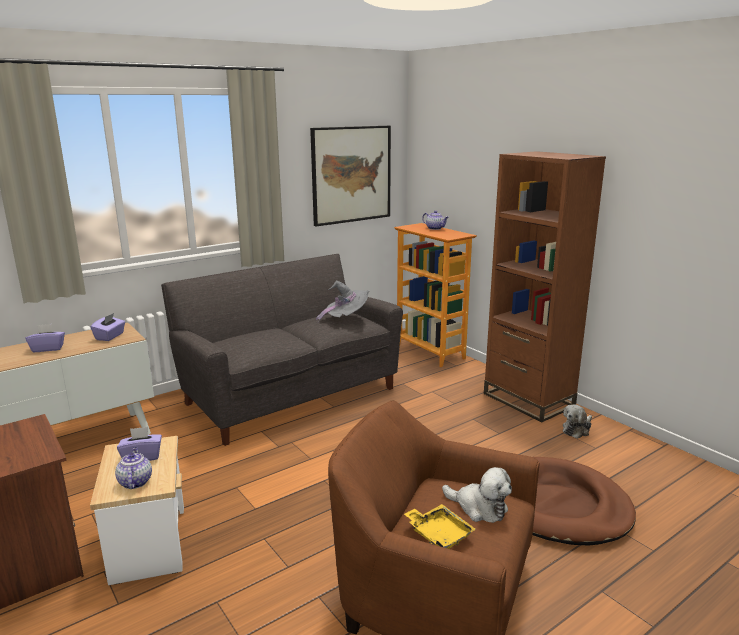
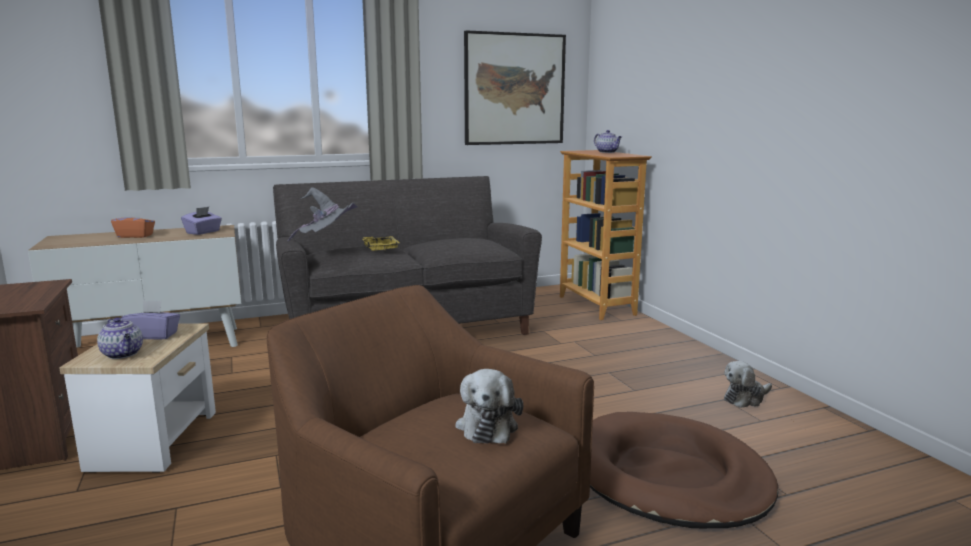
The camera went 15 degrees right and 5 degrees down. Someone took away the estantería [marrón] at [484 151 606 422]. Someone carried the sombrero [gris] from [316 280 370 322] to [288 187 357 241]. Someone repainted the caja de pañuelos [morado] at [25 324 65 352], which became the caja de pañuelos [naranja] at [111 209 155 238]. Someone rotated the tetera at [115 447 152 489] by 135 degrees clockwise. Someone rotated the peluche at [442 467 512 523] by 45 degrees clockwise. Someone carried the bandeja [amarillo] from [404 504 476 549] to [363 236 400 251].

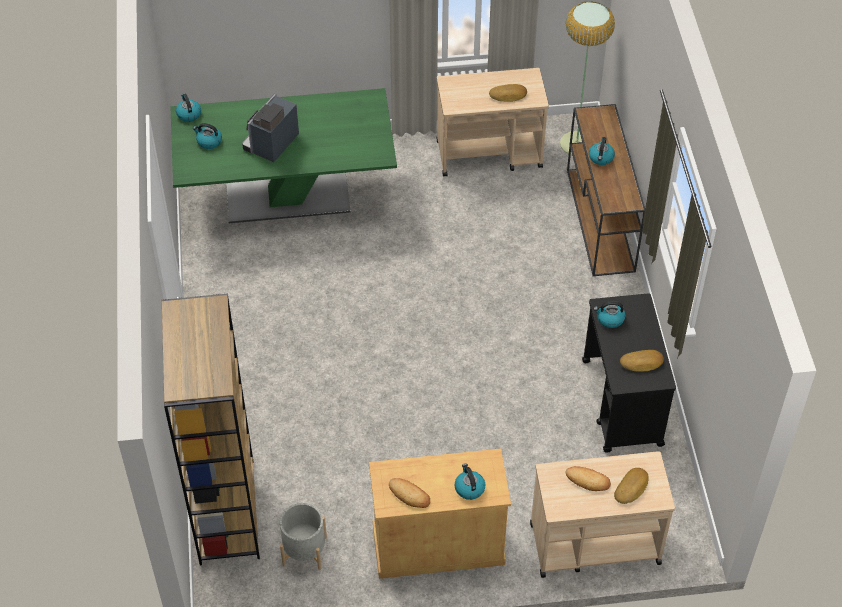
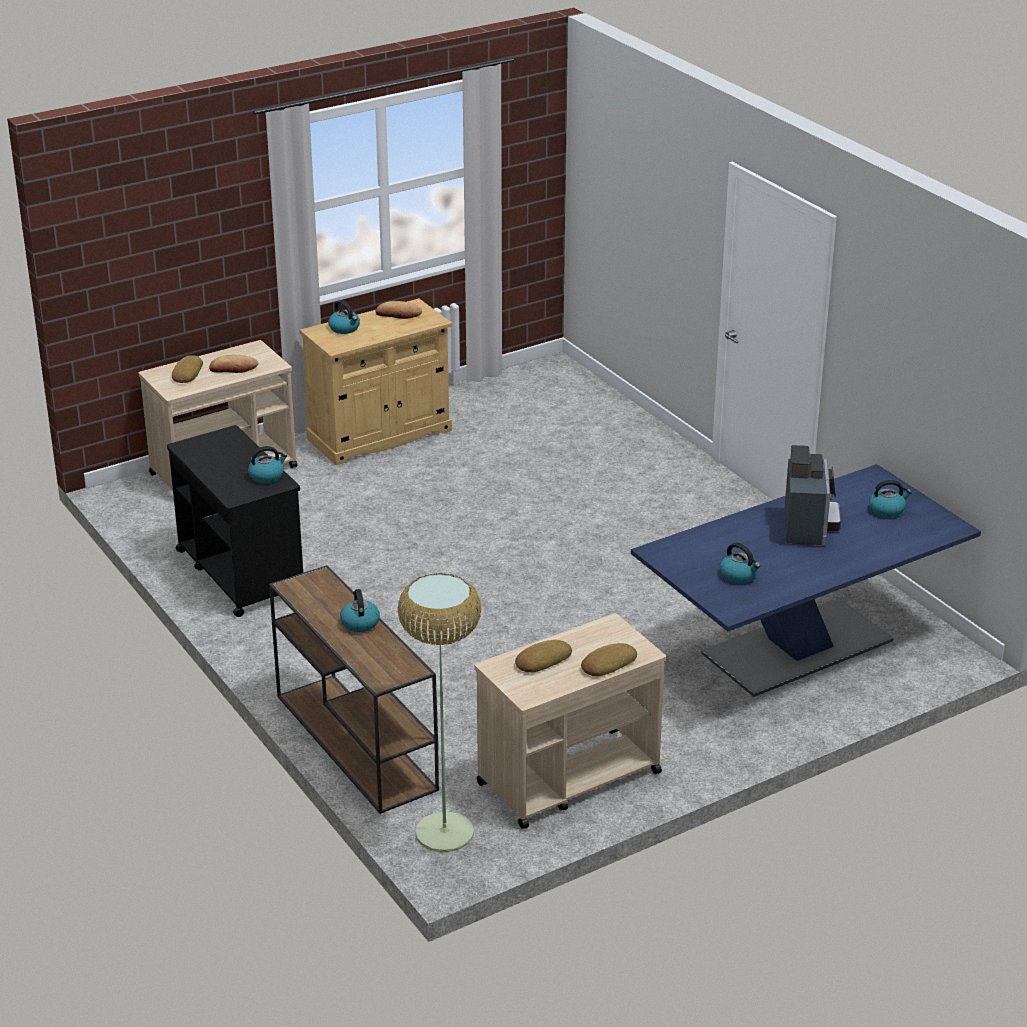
The camera went 155 degrees right and 20 degrees down. Someone repainted the mesa de comedor [verde] at [170 88 397 223], which became the mesa de comedor [azul] at [631 464 981 697]. Someone carried the hervidor from [176 94 201 122] to [720 543 760 583]. Someone took away the estantería [marrón] at [162 294 260 565]. Someone carried the pan from [620 350 664 372] to [581 643 637 676]. Someone took away the maceta [gris] at [280 503 327 570].

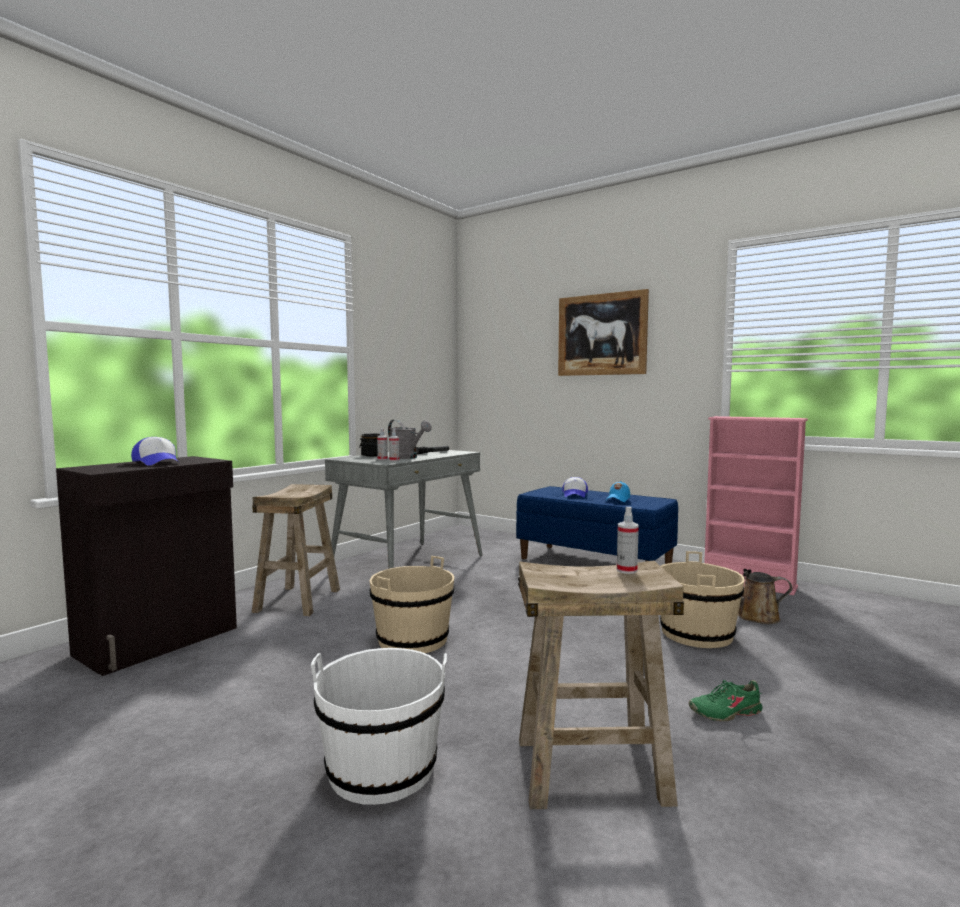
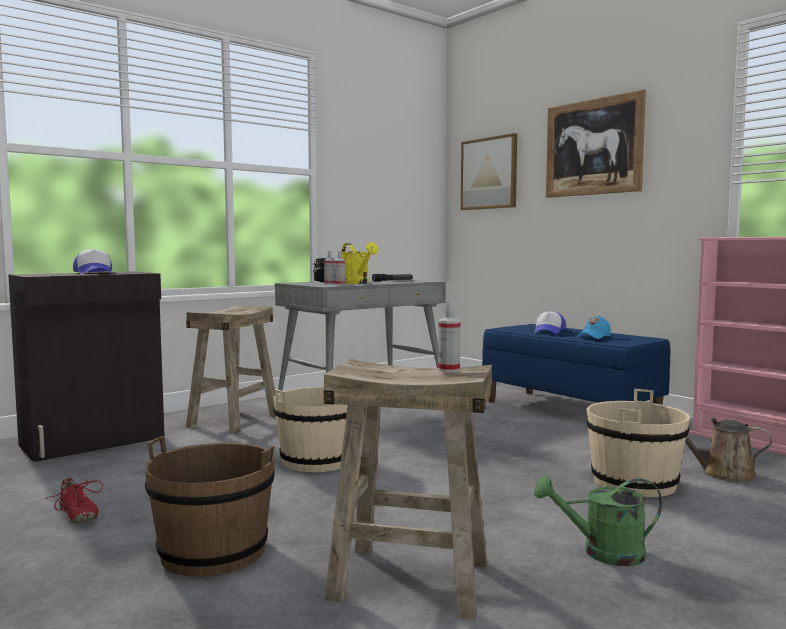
The camera went 15 degrees right and 0 degrees up. Someone repainted the regadera [gris] at [388 420 432 459], which became the regadera [amarillo] at [341 242 378 284]. Someone repainted the cubo [blanco] at [311 648 447 805], which became the cubo [marrón] at [145 436 275 577]. Someone swapped the zapato [verde] at [689 680 762 721] for the regadera [verde] at [534 476 662 566]. Someone put up the cuadro at [461 133 517 210]. Someone put down the zapato [rojo] at [45 477 103 523].

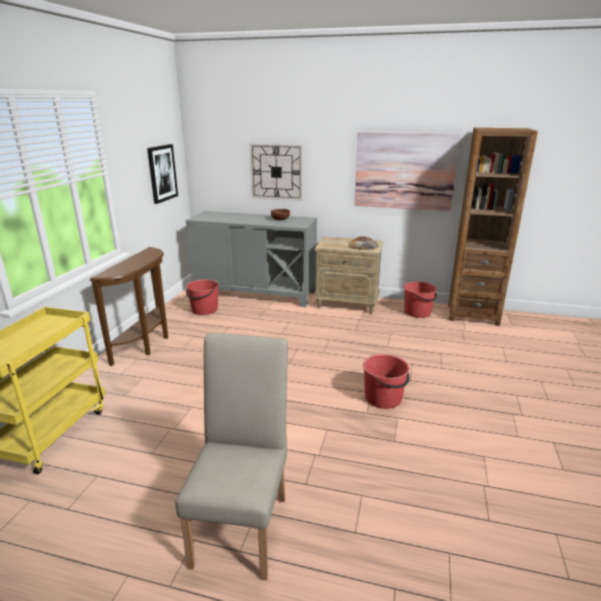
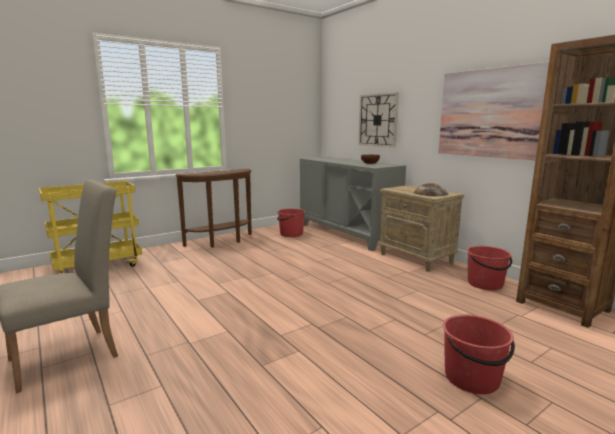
The camera went 40 degrees right and 10 degrees down. Someone took away the cuadro at [147 144 178 204]. Someone carried the cubo [rojo] from [363 354 409 409] to [443 314 515 394].

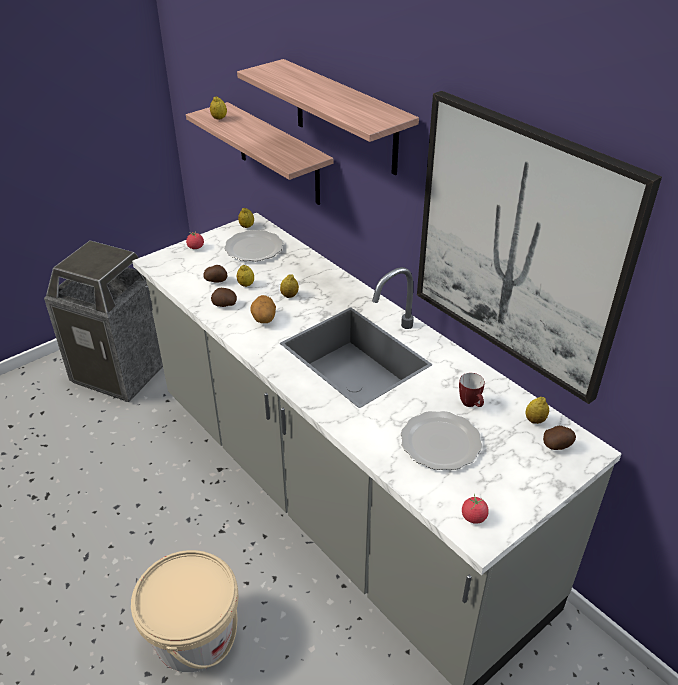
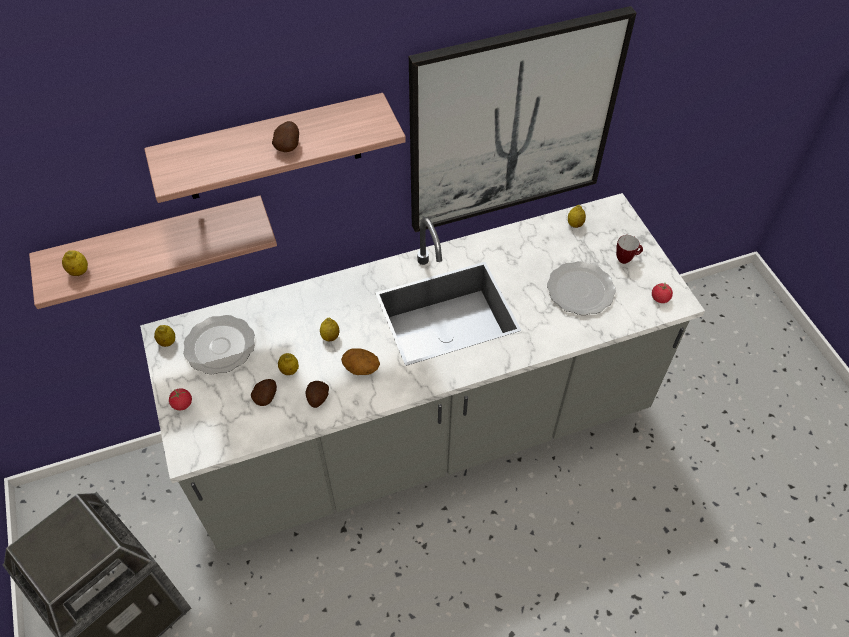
The camera went 70 degrees left and 15 degrees up. Someone carried the taza grande from [459 373 485 407] to [616 235 643 264]. Someone carried the patata from [543 426 576 450] to [272 121 299 152]. Someone took away the cubo [beis] at [131 550 239 673].

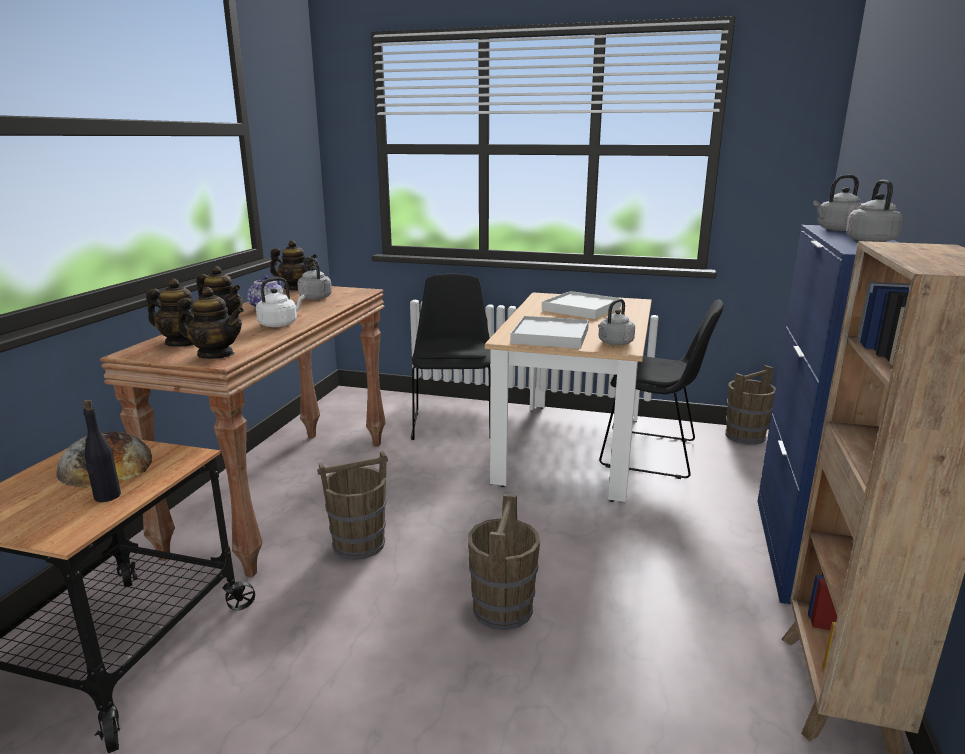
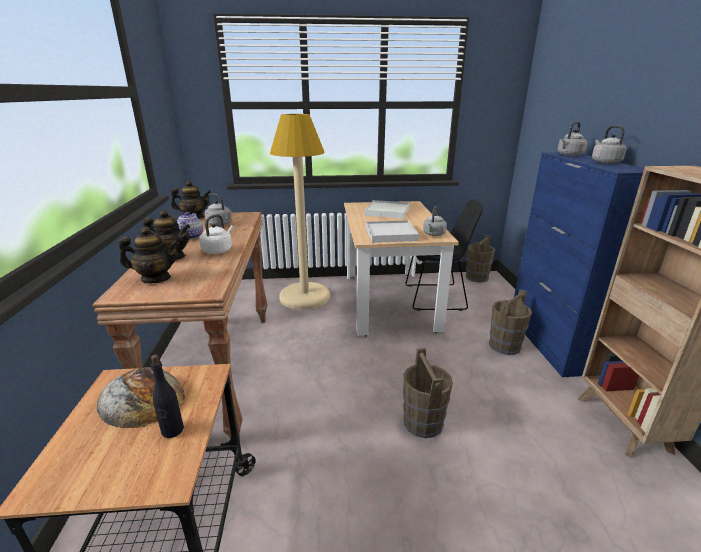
The camera went 20 degrees left and 5 degrees up. Someone swapped the silla [negro] at [411 274 491 440] for the lámpara de pie [beis] at [270 114 330 310]. Someone took away the tetera at [177 287 244 359]. Someone carried the cubo [marrón] from [317 451 388 560] to [489 289 532 355].

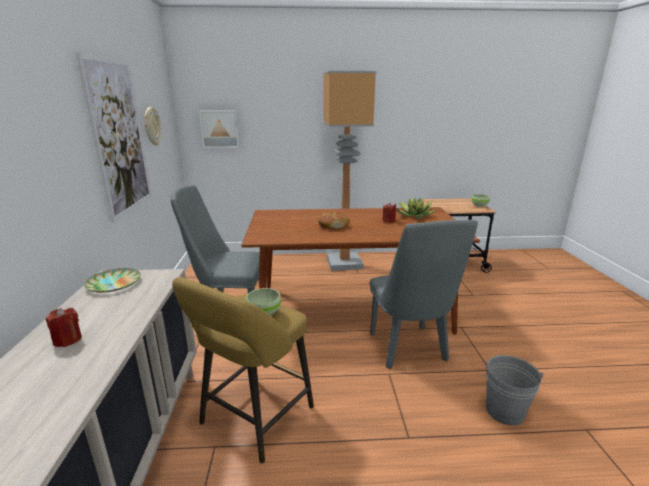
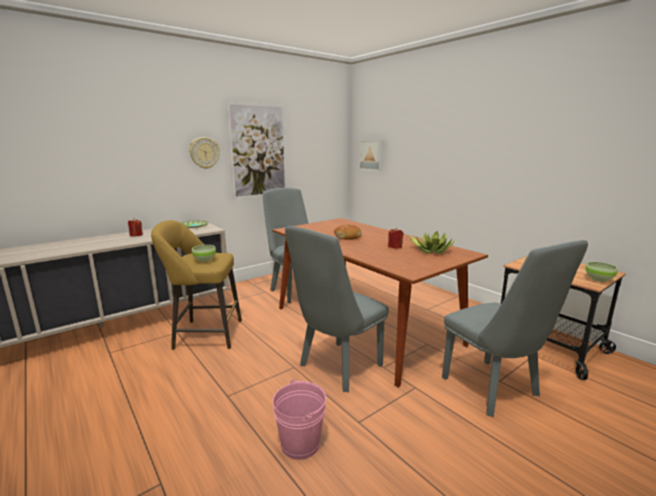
The camera went 55 degrees right and 5 degrees down. Someone took away the lámpara de pie at [323 71 376 271]. Someone carried the reloj de pared from [144 107 162 146] to [189 137 220 169]. Someone repainted the cubo [gris] at [484 355 544 426], which became the cubo [rosa] at [273 379 326 460]. Someone put down the silla [gris] at [442 240 588 417].

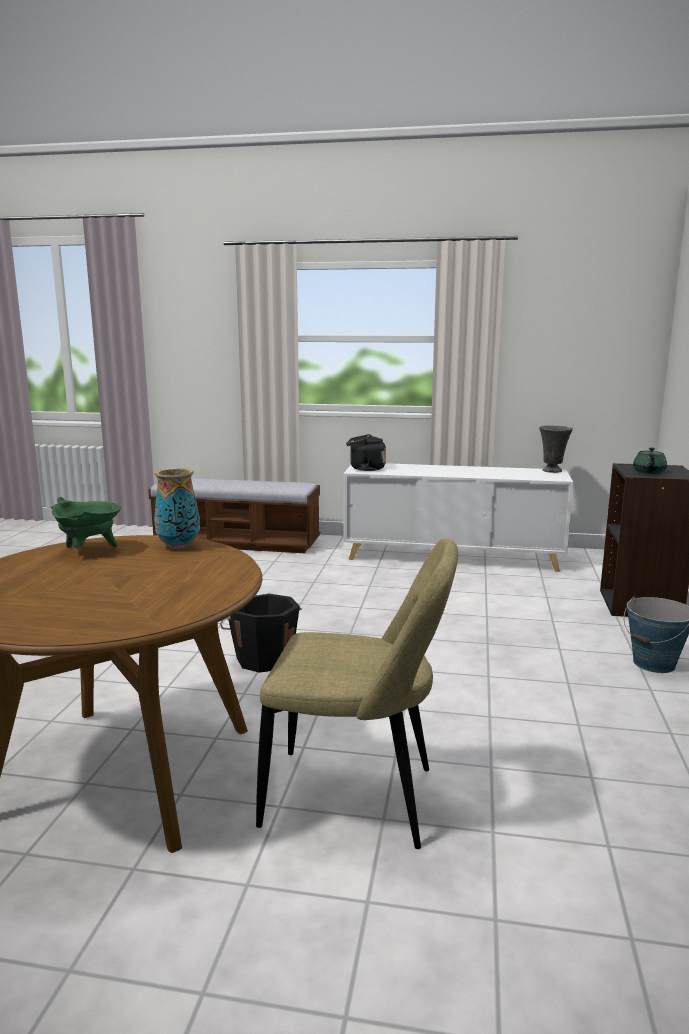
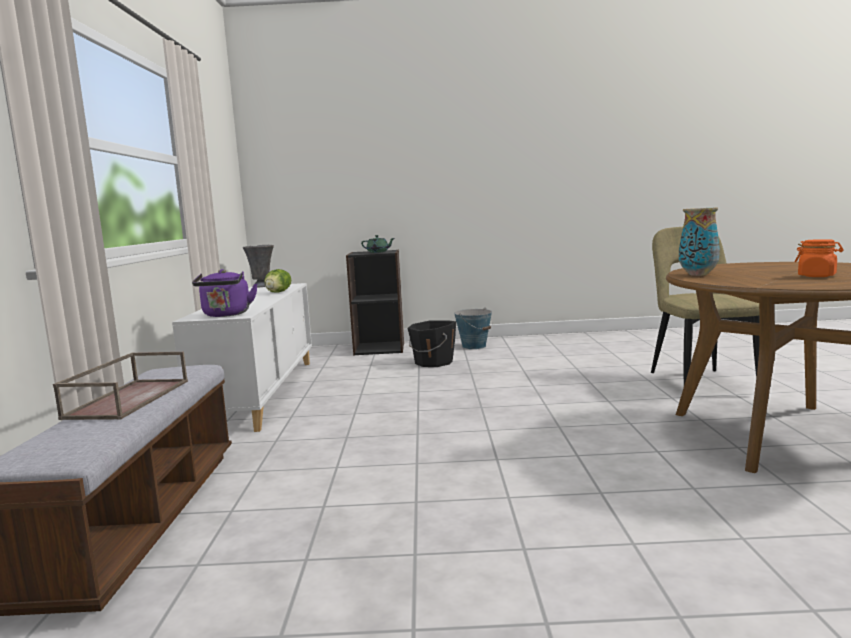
The camera went 100 degrees left and 5 degrees down. Someone repainted the hervidor [negro] at [346 434 386 471], which became the hervidor [morado] at [192 269 257 317]. Someone took away the olla [verde] at [51 497 121 548]. Someone carried the cubo [negro] from [220 594 302 673] to [407 320 456 367]. Someone put down the tarro [naranja] at [795 239 844 277]. Someone put down the lechuga at [265 269 291 292]. Someone put down the bandeja [marrón] at [53 352 188 420].

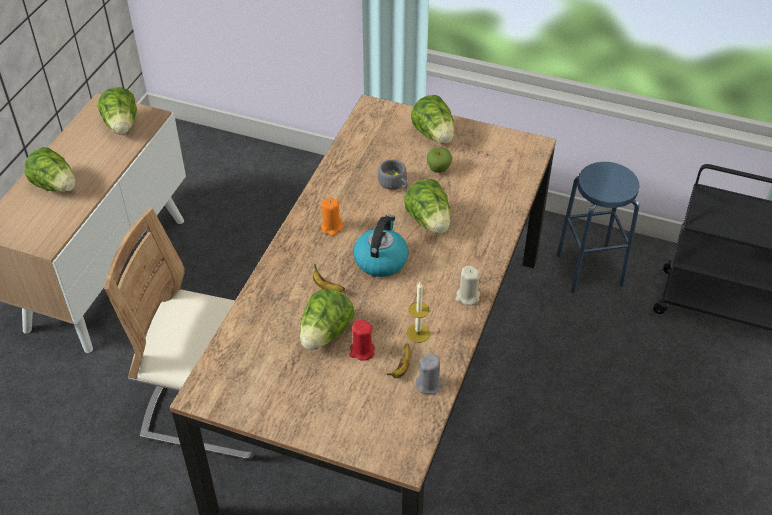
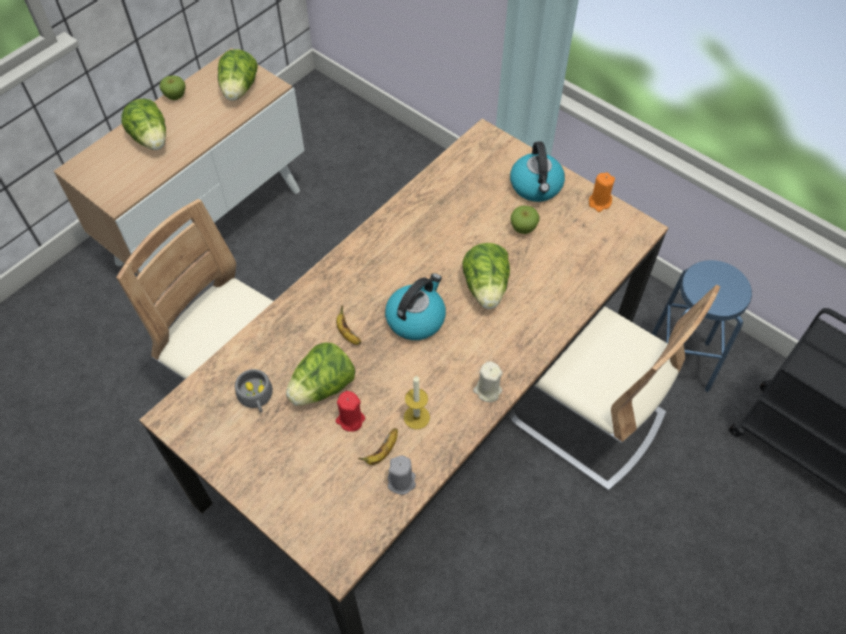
The camera went 20 degrees right and 10 degrees up. Someone swapped the lechuga at [411 95 454 144] for the hervidor at [510 141 565 202]. Someone carried the taza [gris] from [378 159 408 190] to [235 369 273 413]. Someone carried the vela [naranja] from [321 197 343 236] to [589 173 615 212]. Someone put down the manzana at [159 75 185 100]. Someone put down the silla [beis] at [508 285 720 490].

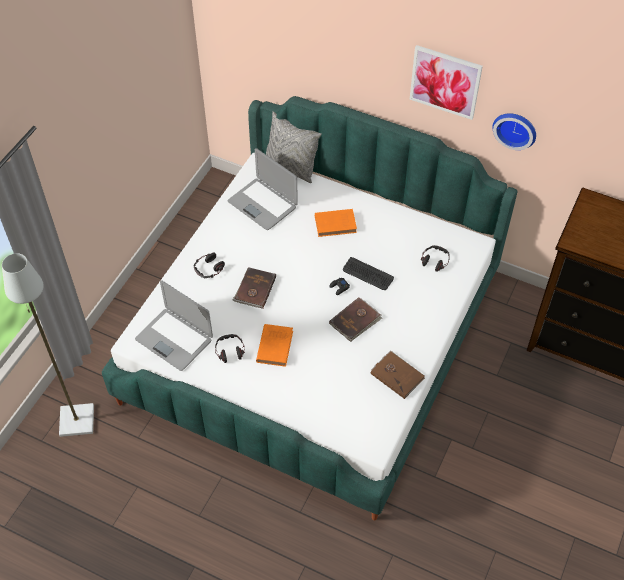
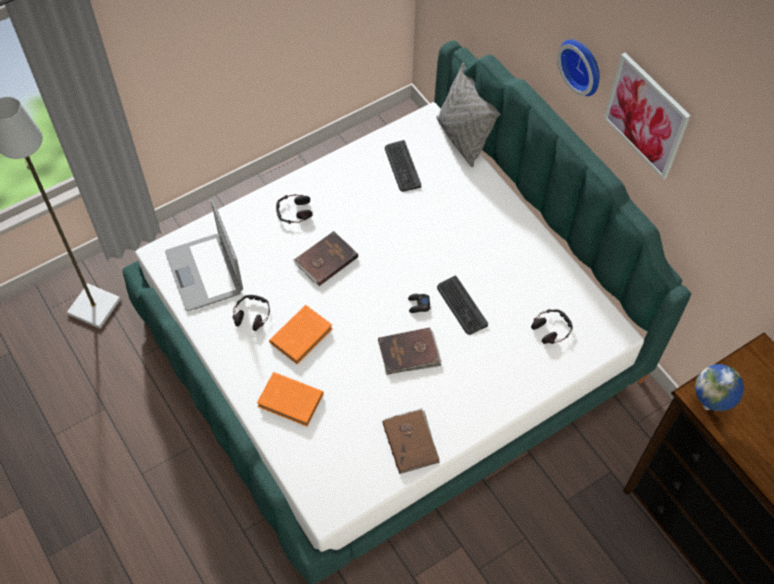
The camera went 30 degrees right and 5 degrees up. Someone carried the reloj de pared from [492 113 536 150] to [557 40 600 96]. Someone swapped the portátil at [228 148 298 230] for the teclado at [385 140 421 192]. Someone carried the libro [naranja] from [315 209 357 237] to [257 372 324 426]. Someone put down the globo terráqueo at [695 364 744 411].

